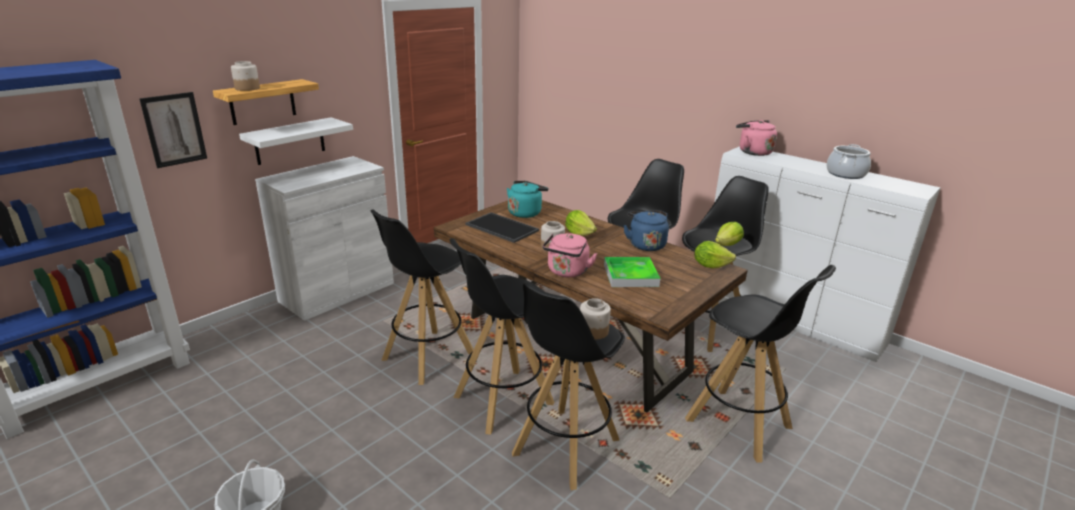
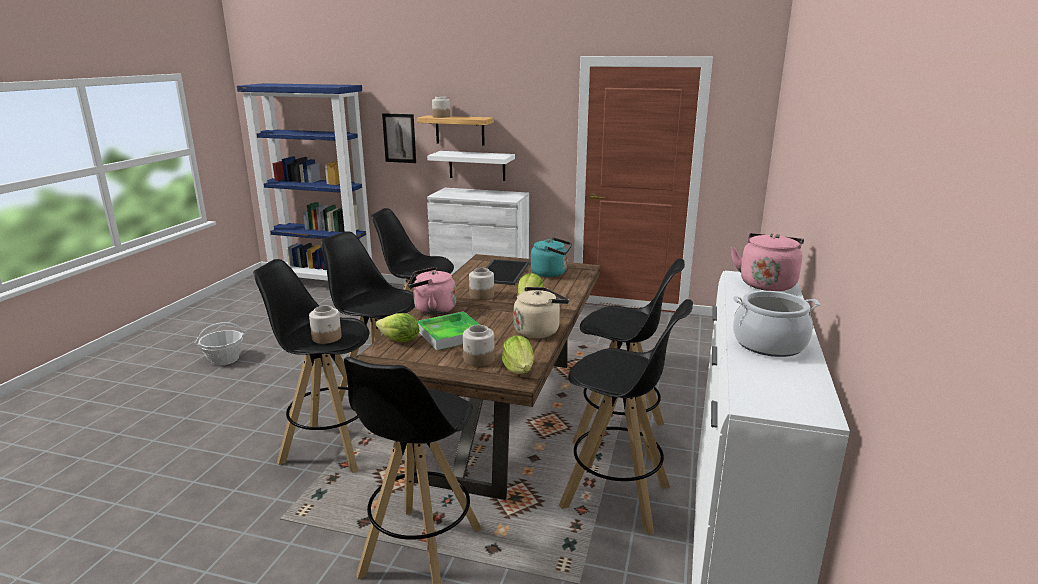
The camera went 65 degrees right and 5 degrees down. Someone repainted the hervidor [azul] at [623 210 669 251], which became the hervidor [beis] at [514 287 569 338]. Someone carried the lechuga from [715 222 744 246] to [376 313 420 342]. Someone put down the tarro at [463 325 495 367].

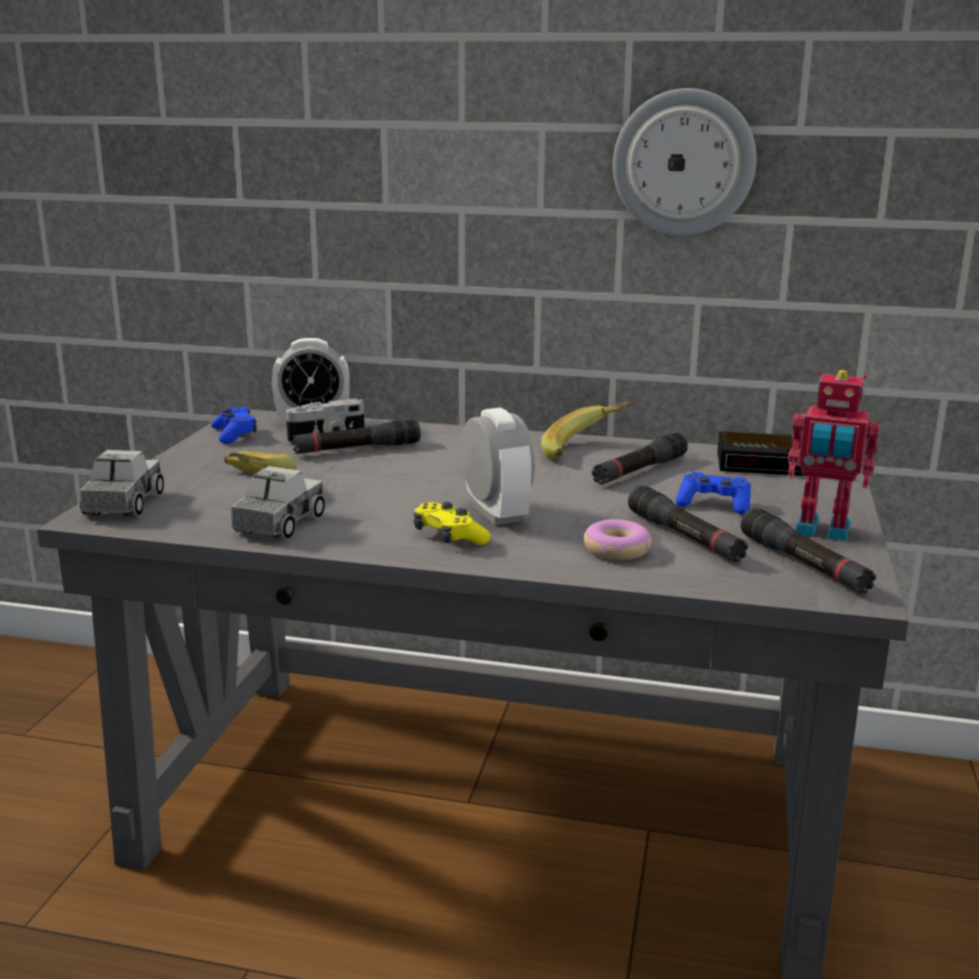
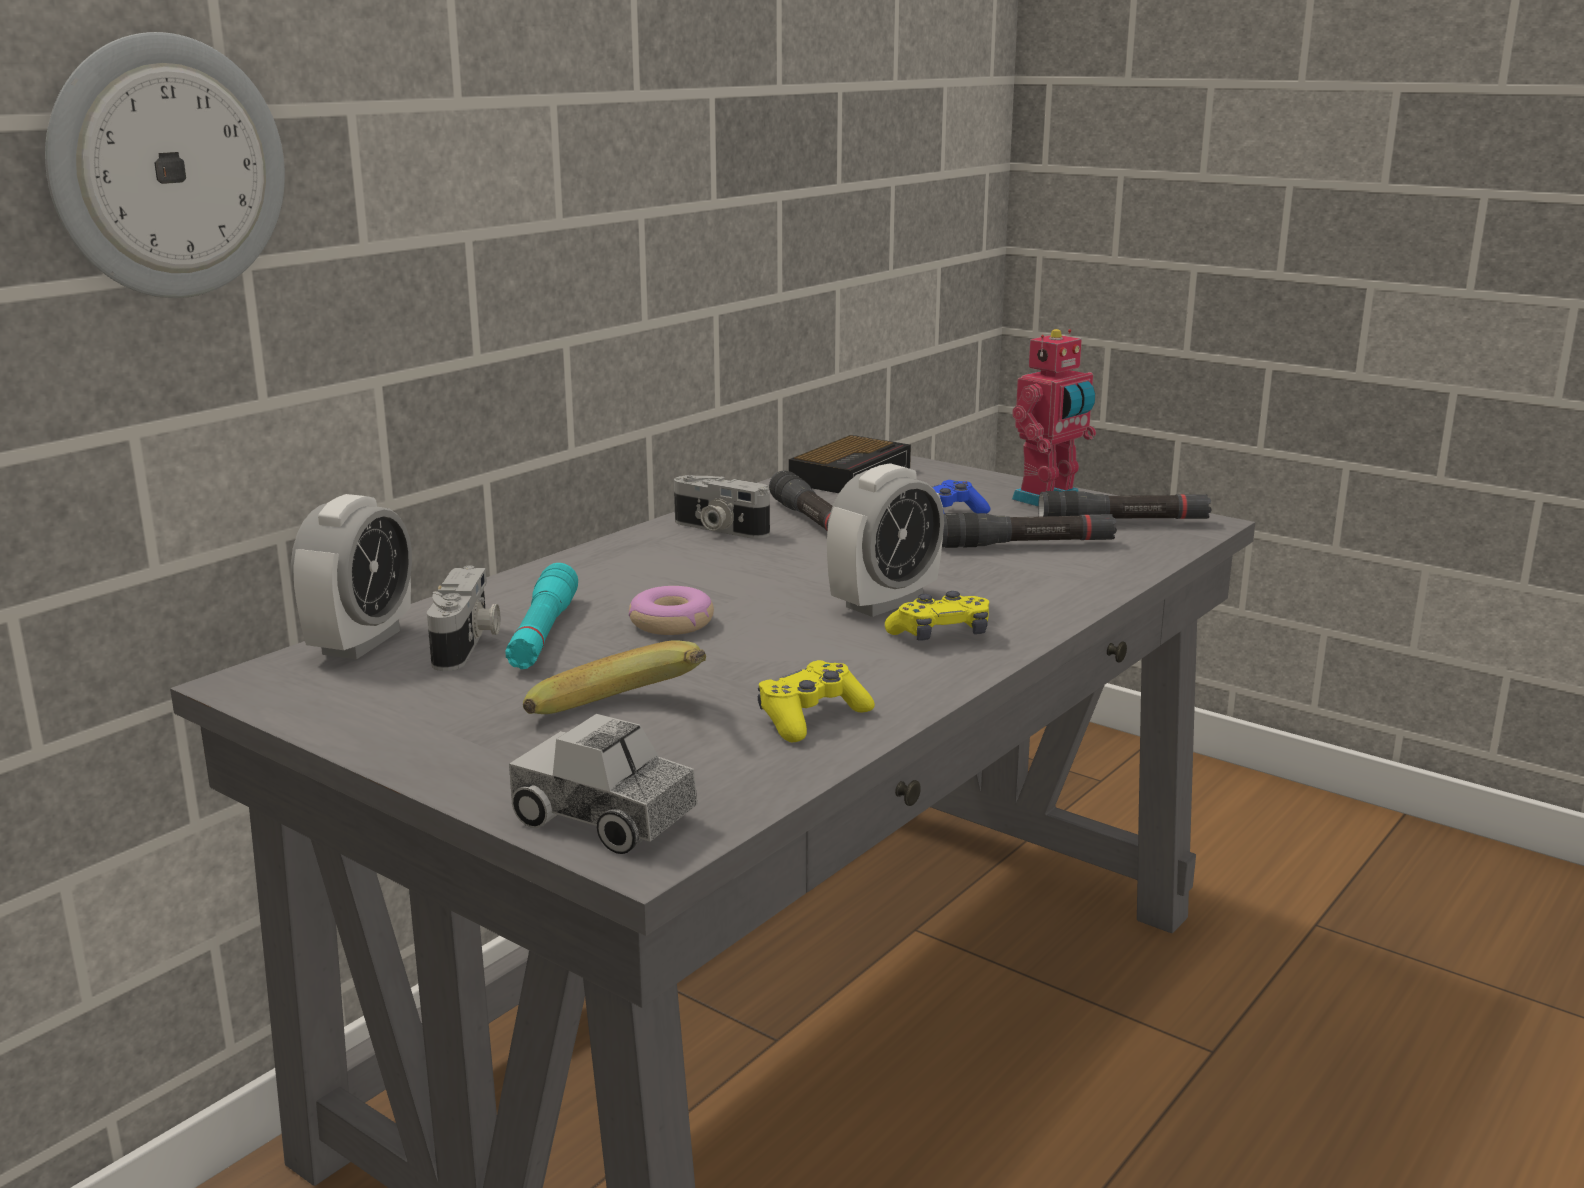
The camera went 65 degrees left and 0 degrees up. Someone carried the reloj de pared from [613 88 757 236] to [45 32 285 298]. Someone swapped the plátano at [541 401 634 459] for the cámara at [674 475 770 539]. Someone took away the mando de consola [azul] at [211 407 257 444]. Someone rotated the despertador at [461 408 535 525] by 135 degrees clockwise. Someone repainted the linterna [negro] at [292 419 420 454], which became the linterna [turquesa] at [505 563 578 669]. Someone swapped the camión de juguete at [231 466 325 540] for the mando de consola [amarillo] at [758 660 875 742]. Someone carried the rosquilla from [584 519 652 560] to [629 586 714 635].

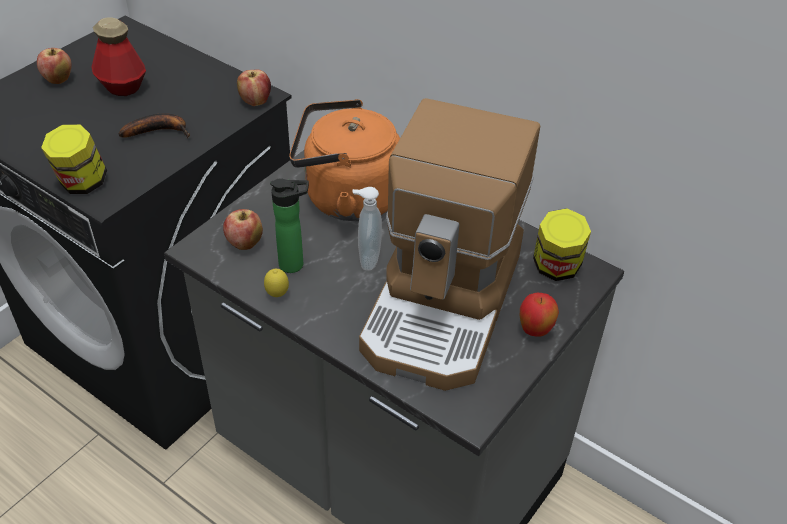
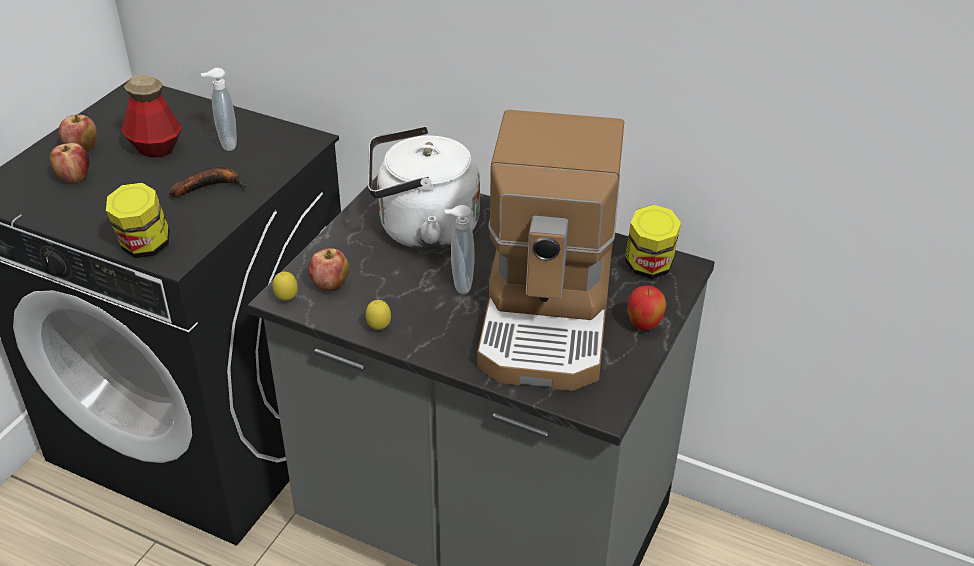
The camera went 10 degrees left and 5 degrees down. Someone carried the manzana from [237 70 271 106] to [50 143 90 183]. Someone repainted the hervidor [naranja] at [289 99 400 221], which became the hervidor [blanco] at [368 126 480 250]. Someone took away the botella at [270 178 309 273]. Someone put down the dispensador de jabón at [201 68 237 151]. Someone put down the limón at [273 272 298 301].

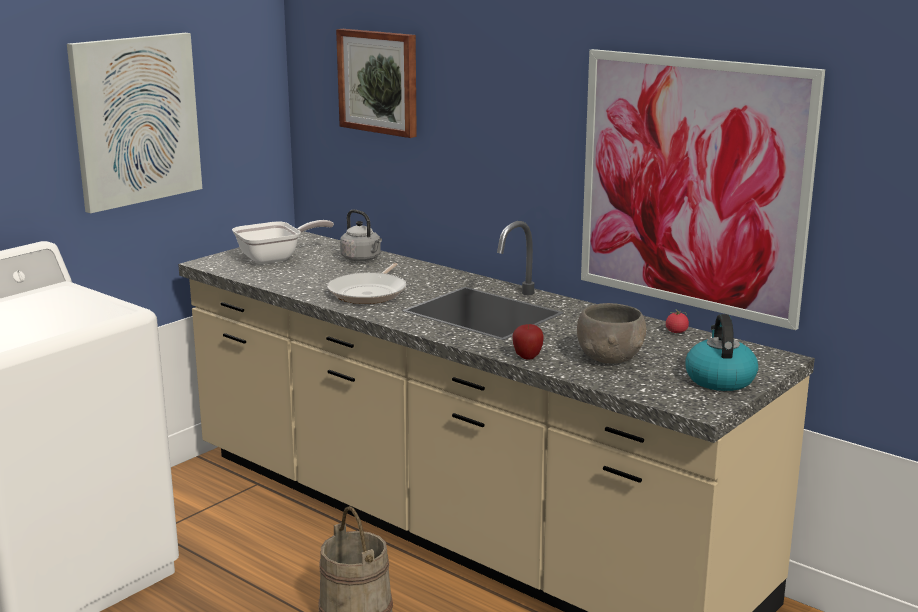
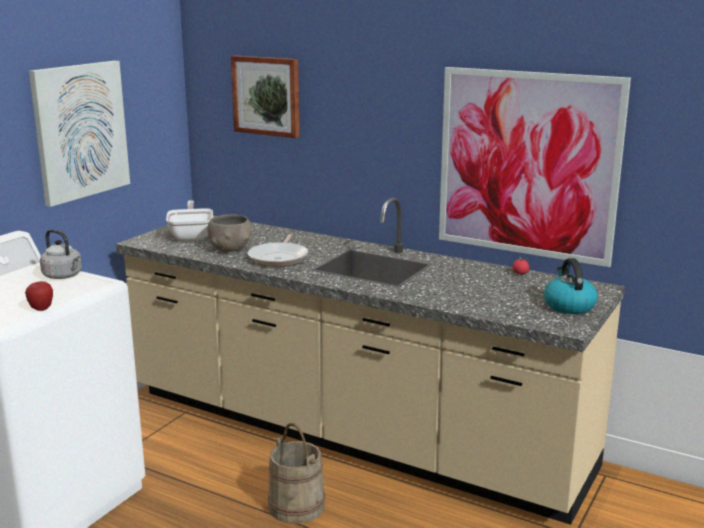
The camera went 10 degrees left and 0 degrees up. Someone carried the hervidor [gris] from [340 210 382 262] to [40 229 82 279]. Someone rotated the sartén at [232 220 334 264] by 60 degrees counterclockwise. Someone carried the cuenco [gris] from [577 303 646 364] to [207 214 252 252]. Someone carried the manzana from [512 324 544 360] to [25 281 53 311].

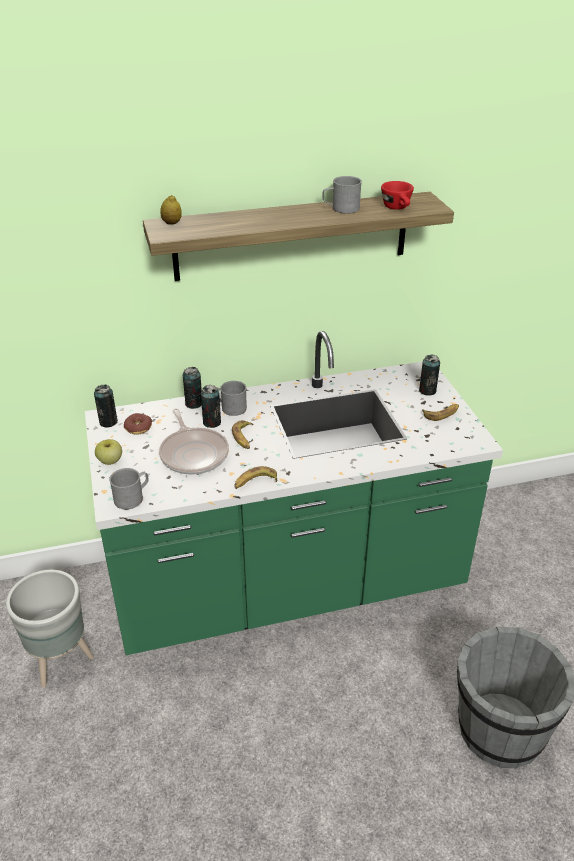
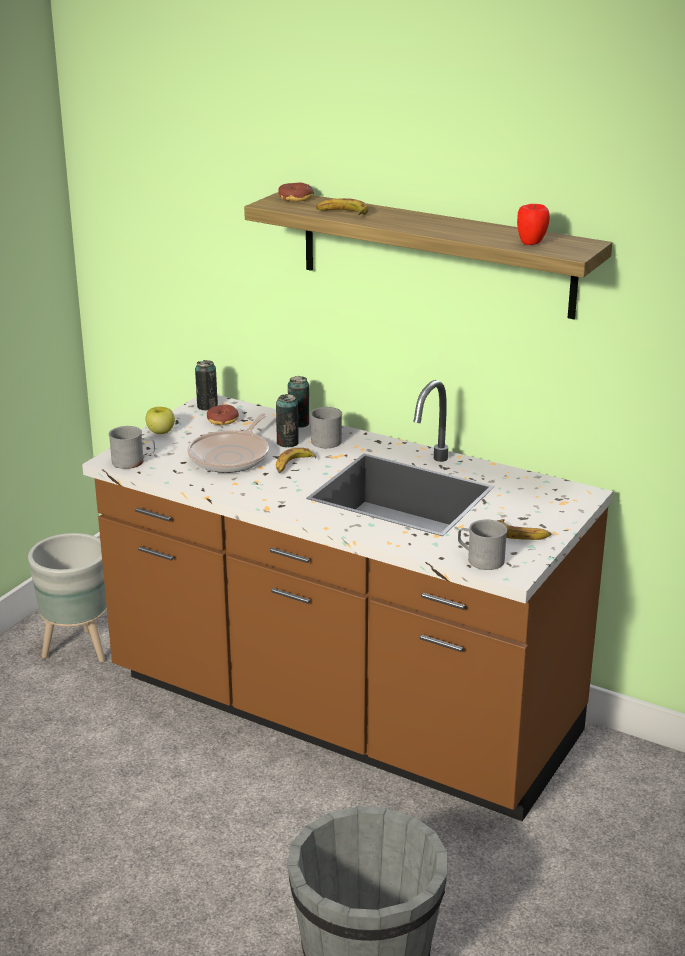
The camera went 45 degrees right and 10 degrees down. Someone carried the taza grande [gris] from [322 176 362 214] to [458 520 507 570]. Someone swapped the taza [rojo] at [381 181 414 210] for the manzana at [517 204 550 245]. Someone swapped the limón at [160 195 182 225] for the rosquilla at [278 183 314 202]. Someone repainted the mueble bajo de cocina [verde] at [85 331 503 655], which became the mueble bajo de cocina [marrón] at [82 380 613 821]. Someone took away the lata at [419 354 440 396]. Someone carried the plátano from [235 466 278 489] to [316 198 369 215].

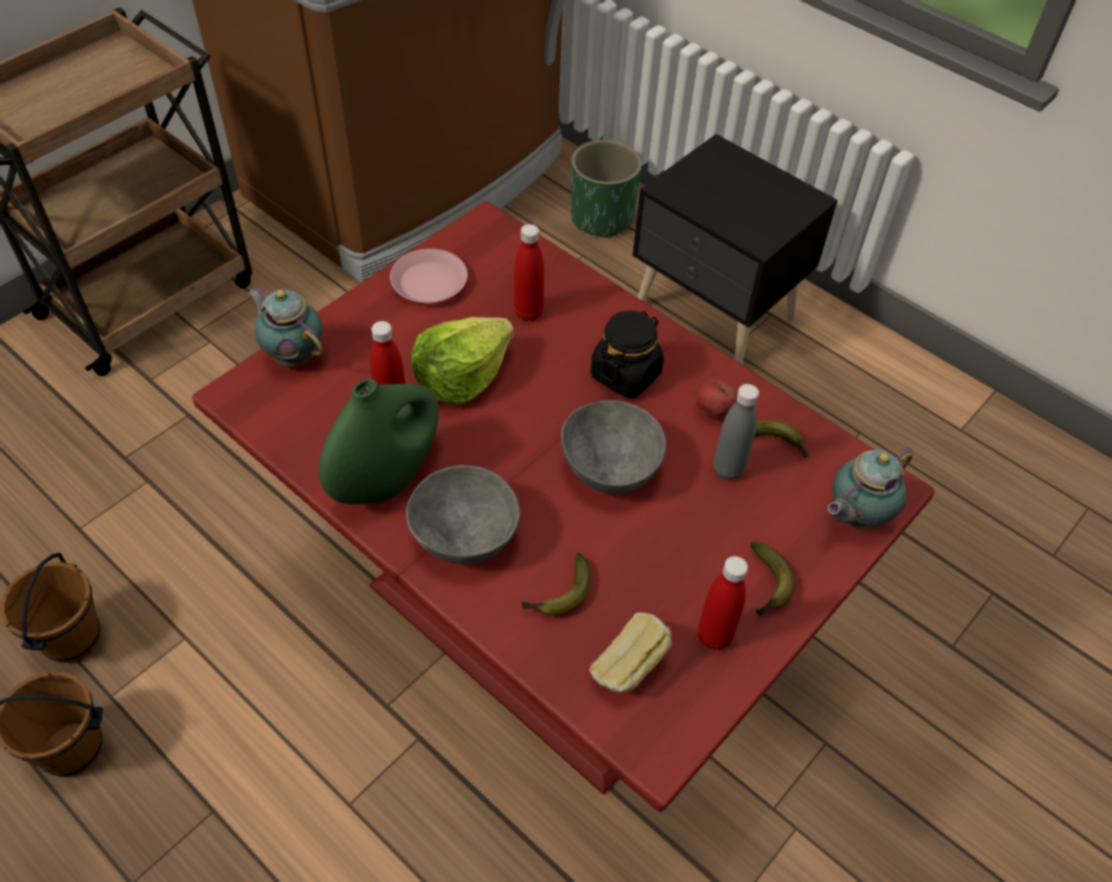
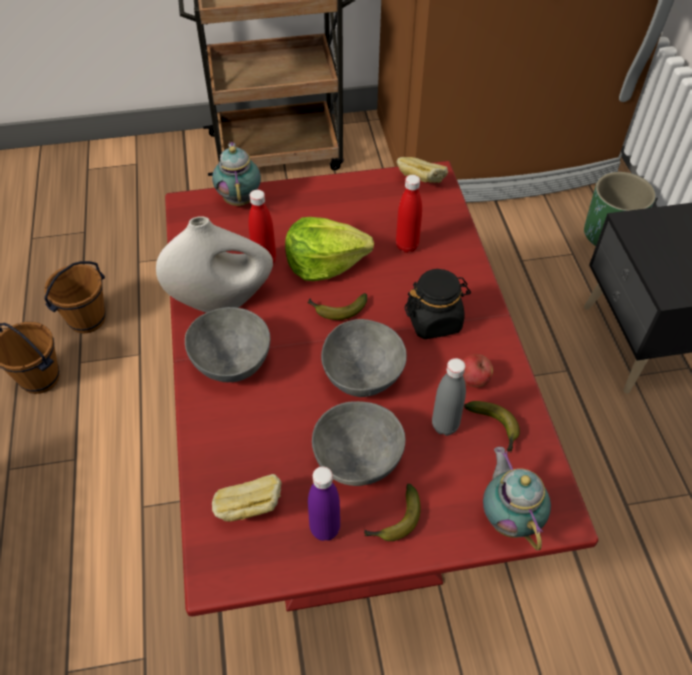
The camera went 40 degrees right and 0 degrees up. Someone took away the plato [rosa] at [390 249 468 303]. Someone repainted the florero [verde] at [319 379 439 505], which became the florero [blanco] at [156 216 273 313]. Someone rotated the tetera at [827 447 913 530] by 75 degrees clockwise. Someone carried the plátano from [522 553 591 616] to [307 293 367 320]. Someone repainted the botella [rojo] at [698 556 748 650], which became the botella [morado] at [308 467 340 541]. Someone put down the pan at [396 157 448 183]. Someone put down the cuenco [gris] at [312 401 406 486].

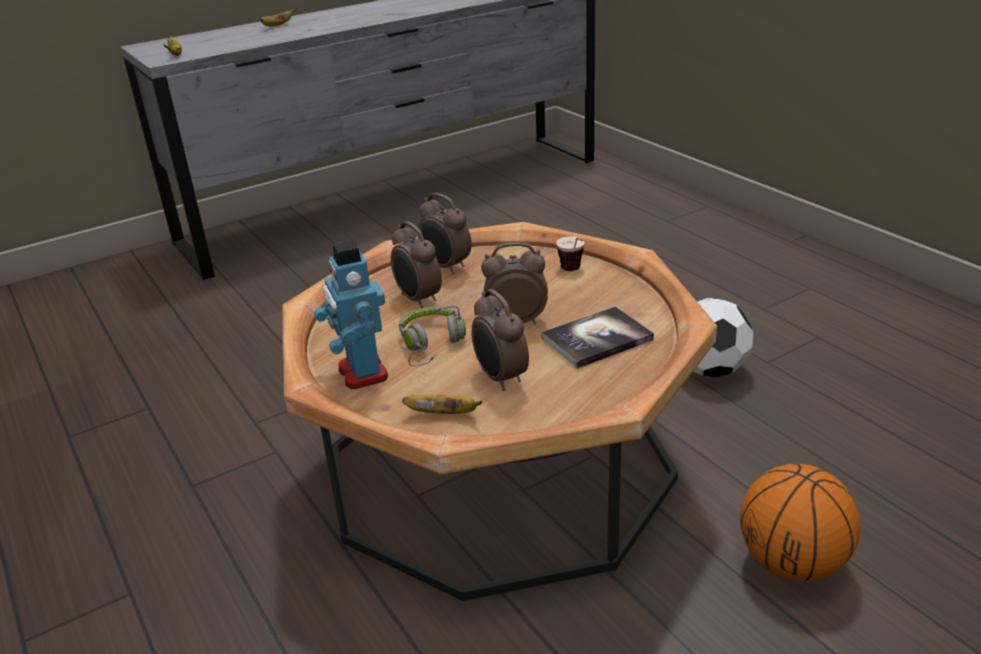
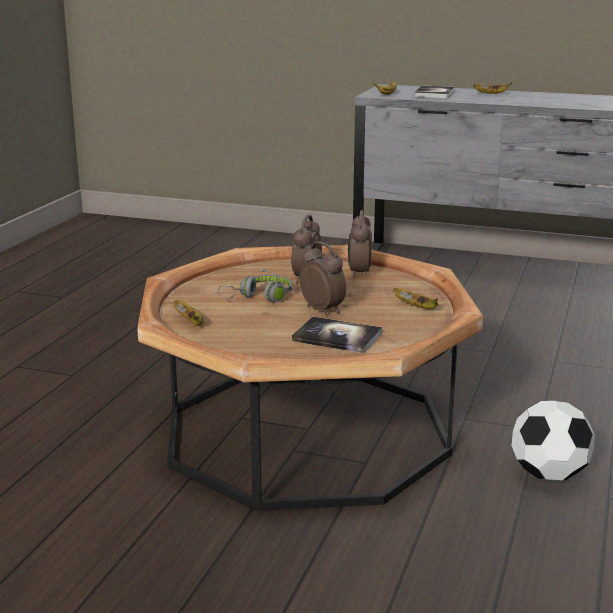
The camera went 50 degrees right and 10 degrees down. Someone swapped the taza at [556 236 585 271] for the plátano at [393 288 438 309]. Someone took away the robot de juguete at [314 240 388 389]. Someone took away the despertador at [472 289 529 391]. Someone took away the balón de baloncesto at [740 464 861 581]. Someone put down the libro at [414 86 454 98].

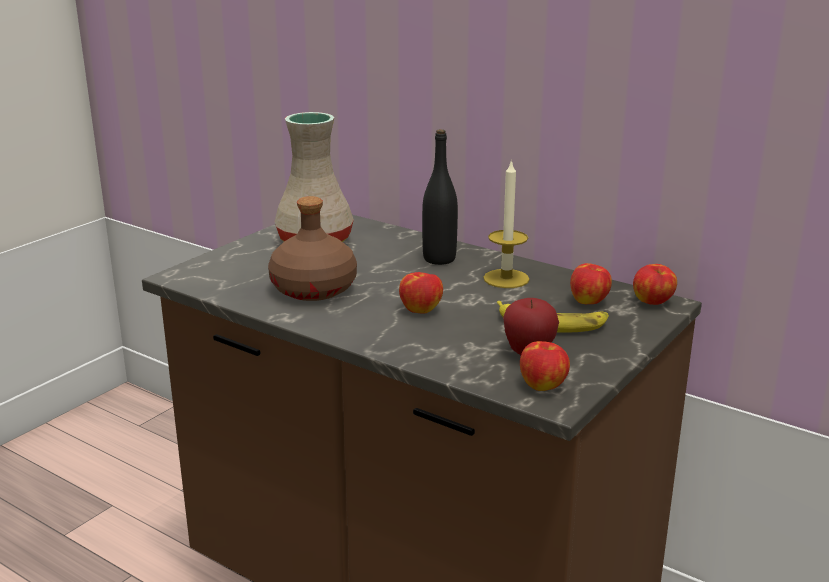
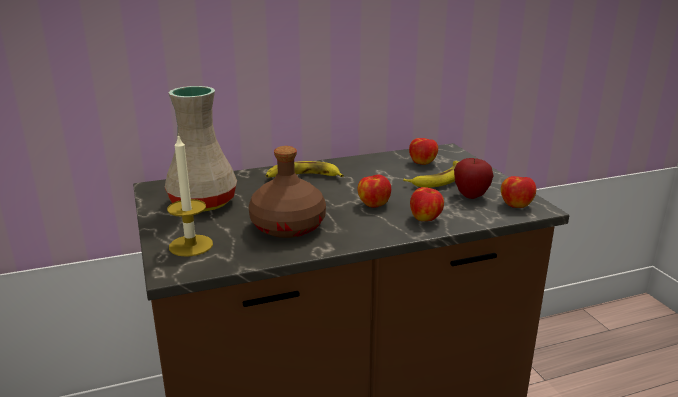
The camera went 55 degrees left and 0 degrees up. Someone swapped the botella [negro] at [422 129 458 265] for the plátano at [266 161 344 178]. Someone carried the vela from [483 159 530 288] to [167 134 213 257]. Someone carried the manzana from [633 264 677 305] to [410 187 444 221].

